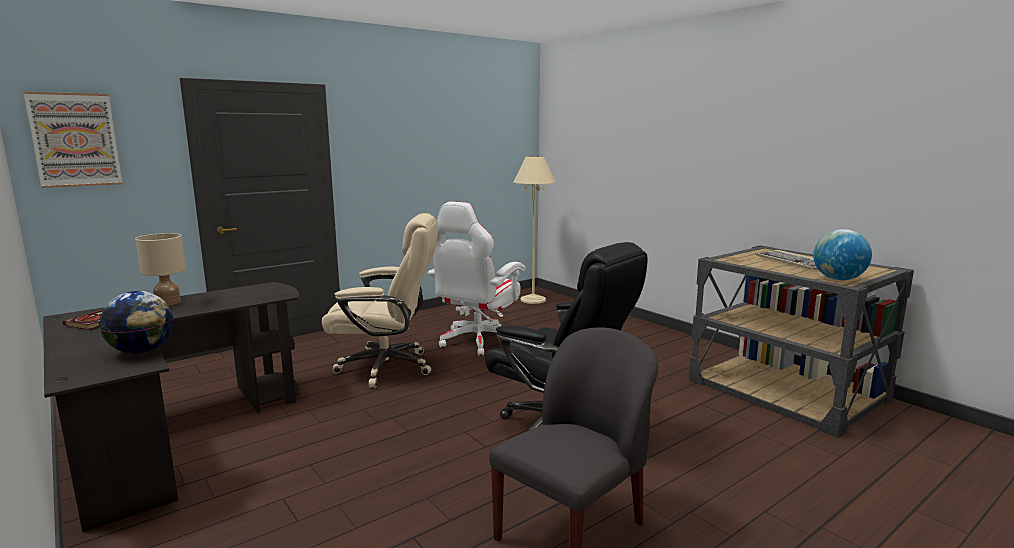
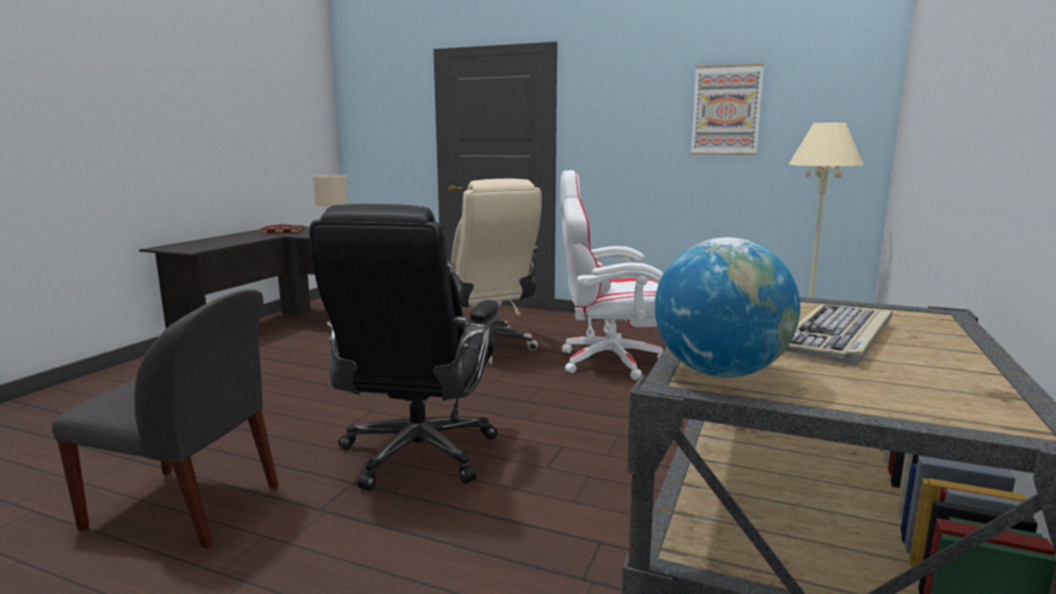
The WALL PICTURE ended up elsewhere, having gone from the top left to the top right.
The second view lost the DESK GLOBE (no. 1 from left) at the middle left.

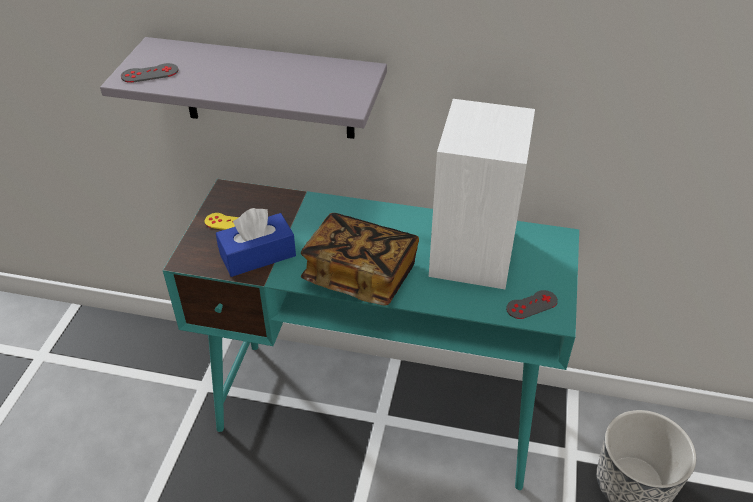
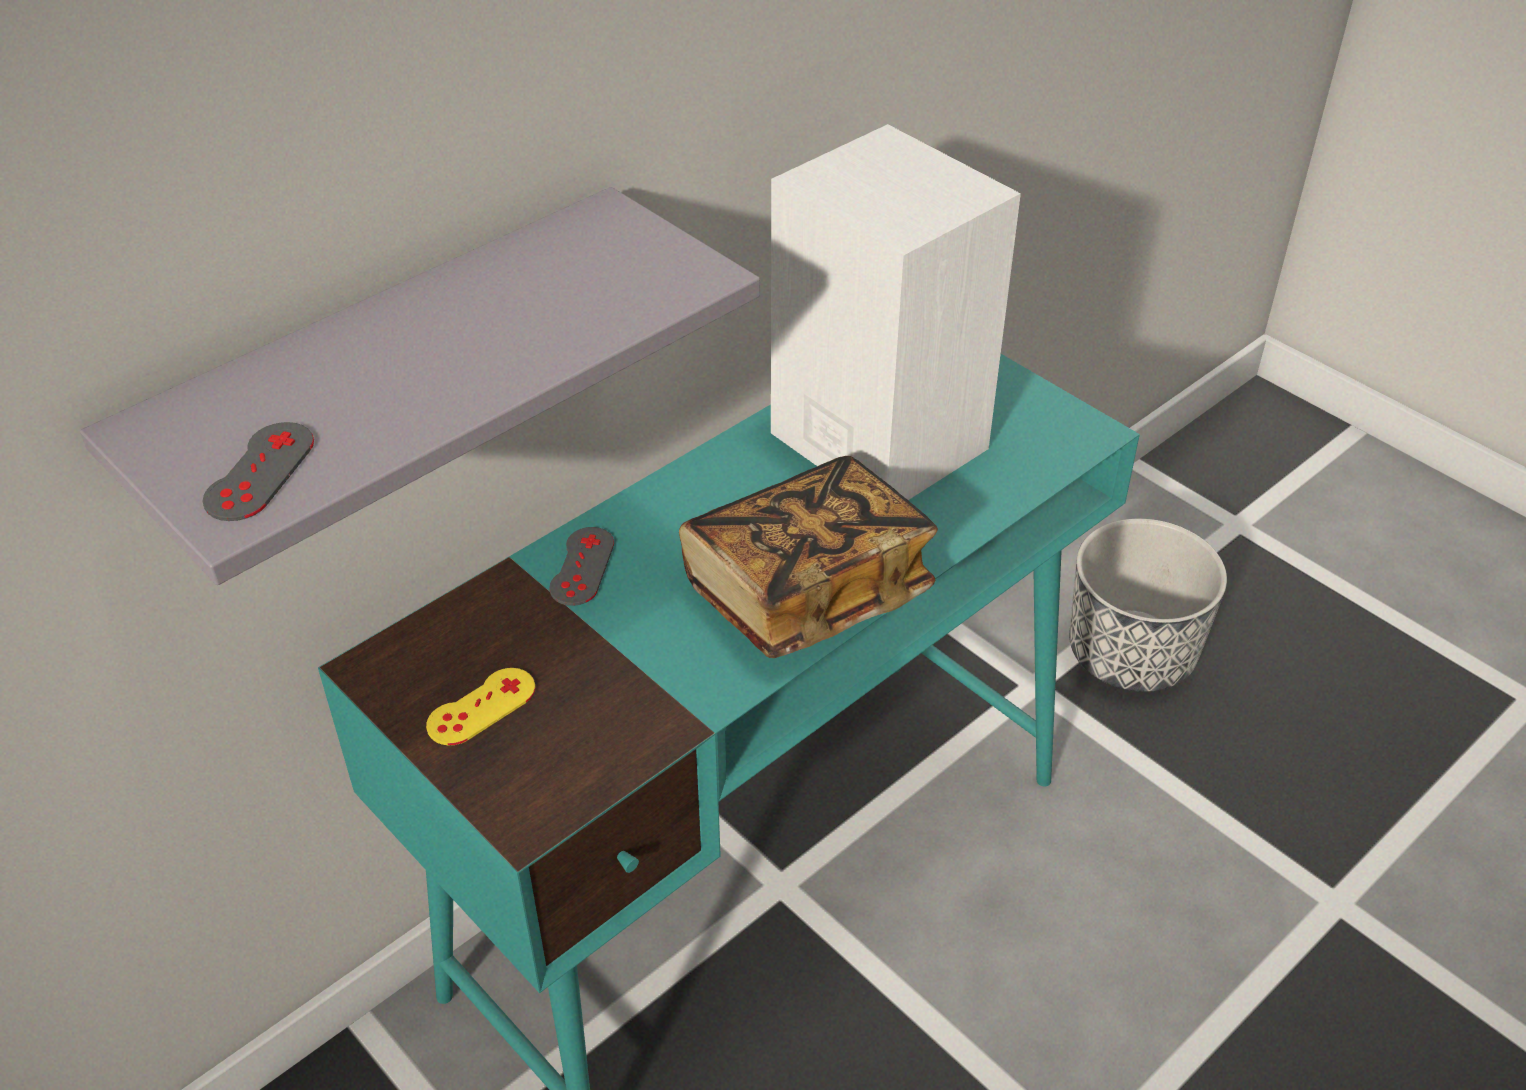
The second view lost the BLUE BOX OF TISSUES at the centre.
The GREYISH GAMEPAD (no. 2 from left) ended up elsewhere, having gone from the middle right to the centre.

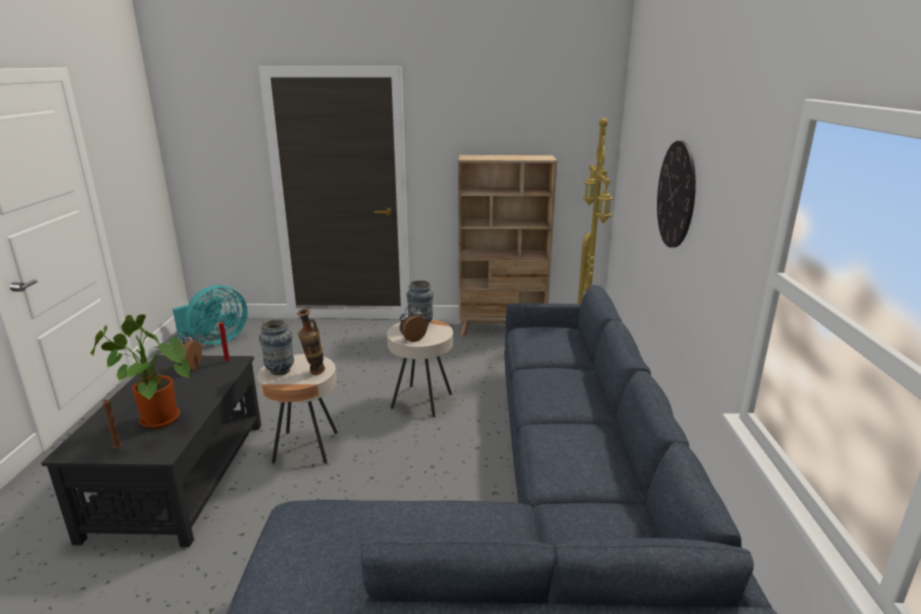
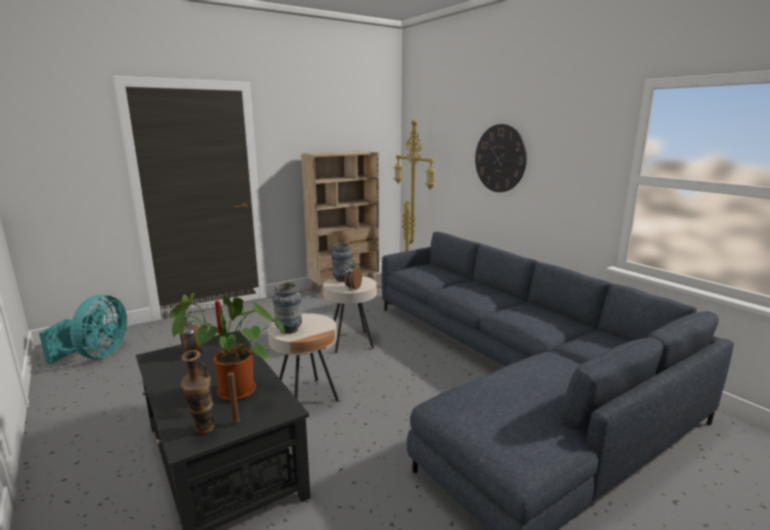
The FLOWER VASE (no. 2 from left in the first image) ended up elsewhere, having gone from the centre to the bottom left.

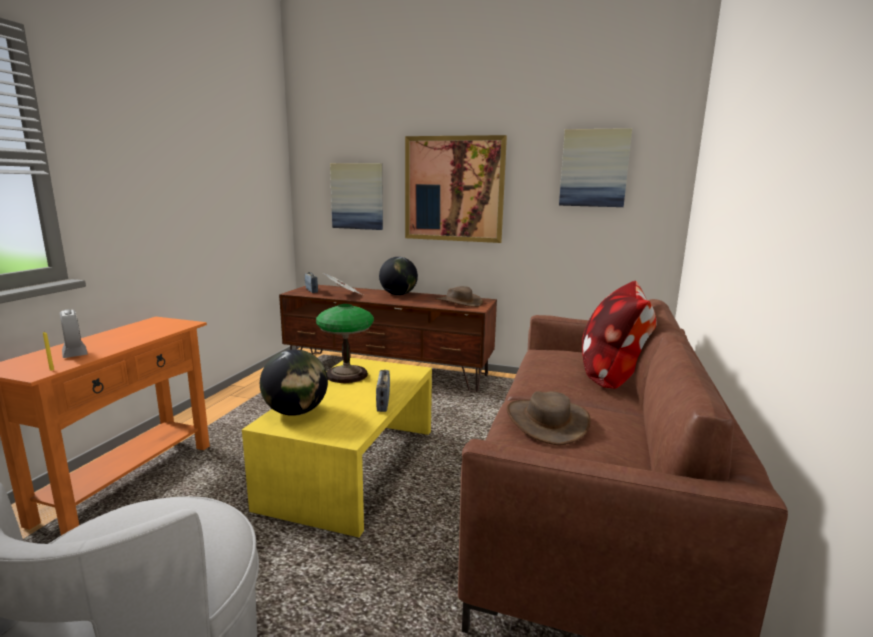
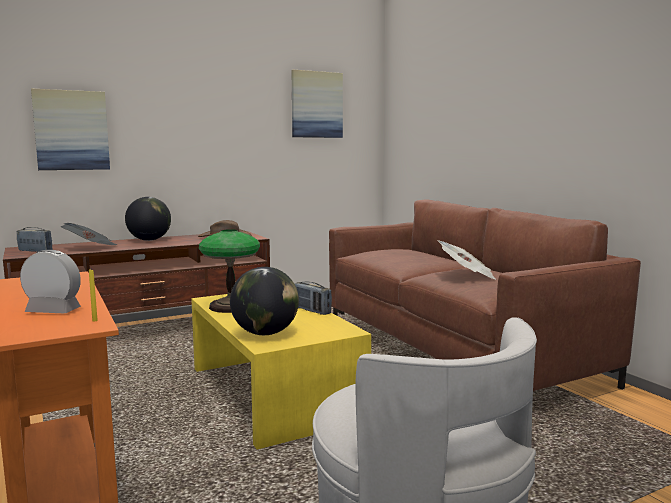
The second view lost the WALL PICTURE (no. 2 from left) at the top centre.
Where the BROWN-COLOURED HAT (no. 2 from left) stood at the centre, the NEWSPAPER (no. 2 from left) came to stand at the middle right.
The second view lost the THROW PILLOW at the middle right.

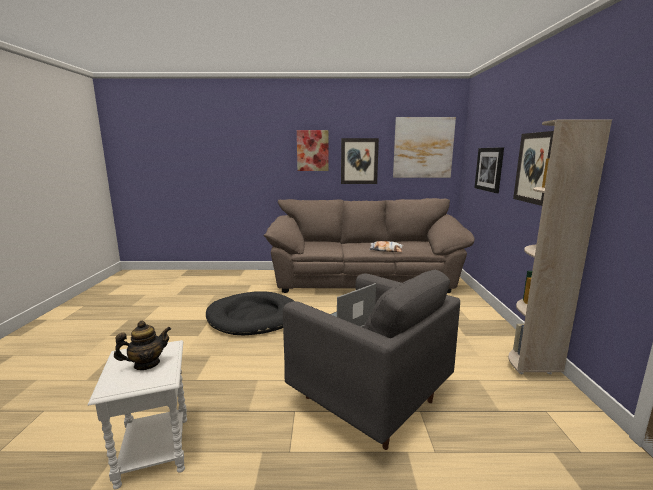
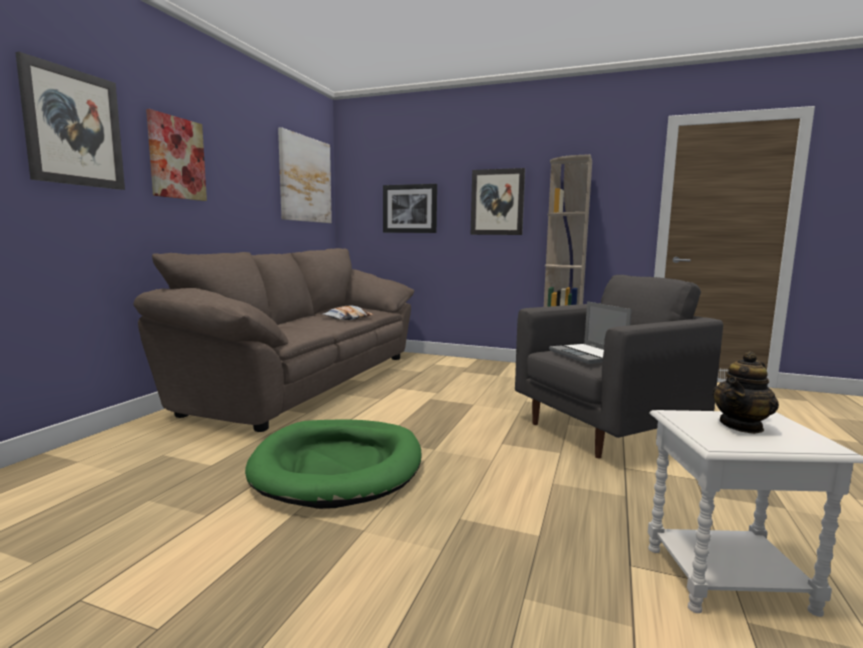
The POT FOR TEA at the bottom left ended up facing another way, 120 degrees counterclockwise from before.
What was the BLACKISH PET BED at the centre turned into the GREEN-COLOURED PET BED at the bottom centre.
The WALL PICTURE (no. 2 from left in the first image) ended up elsewhere, having gone from the top centre to the top left.

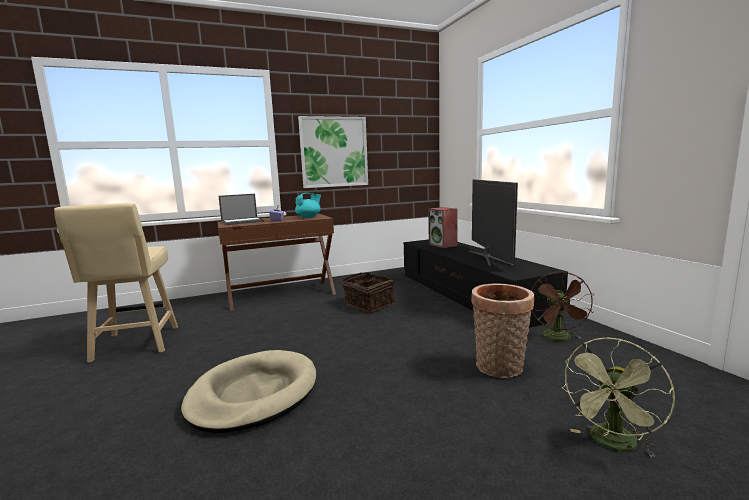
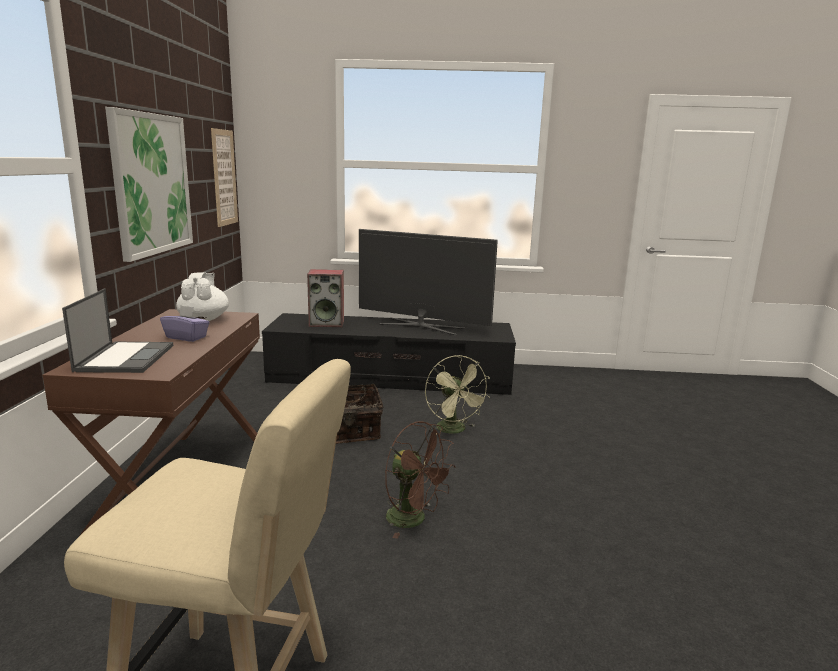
The second view lost the BEIGE PET BED at the bottom left.
What was the TURQUOISE POT FOR TEA at the centre turned into the WHITE POT FOR TEA at the middle left.
The second view lost the BASKET (no. 2 from left) at the middle right.
The BROWN-COLOURED FAN ended up elsewhere, having gone from the middle right to the bottom centre.
The GREEN-COLOURED FAN ended up elsewhere, having gone from the bottom right to the centre.
The second view gained the WALL PICTURE (no. 2 from left) at the top left.

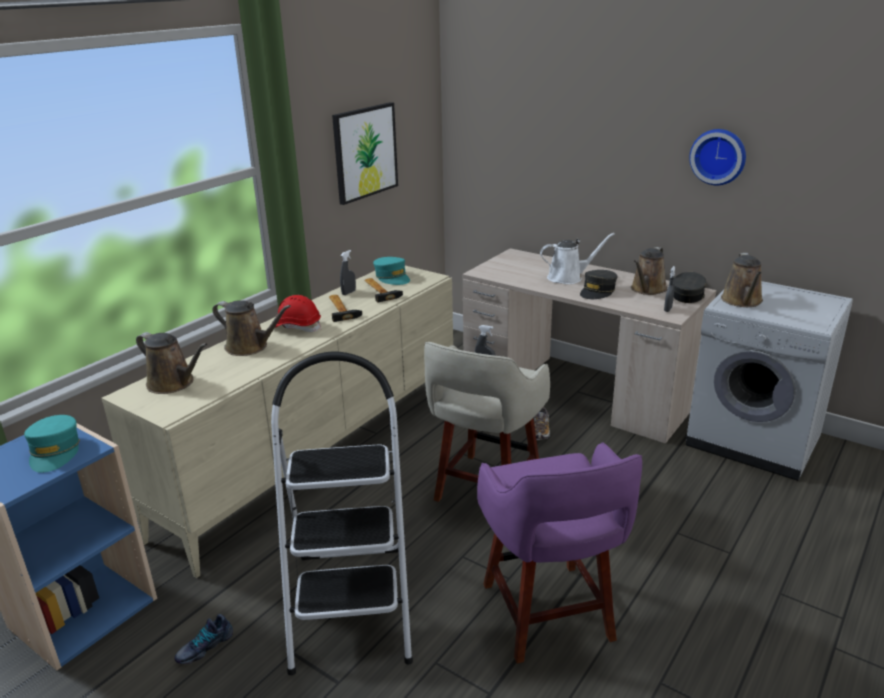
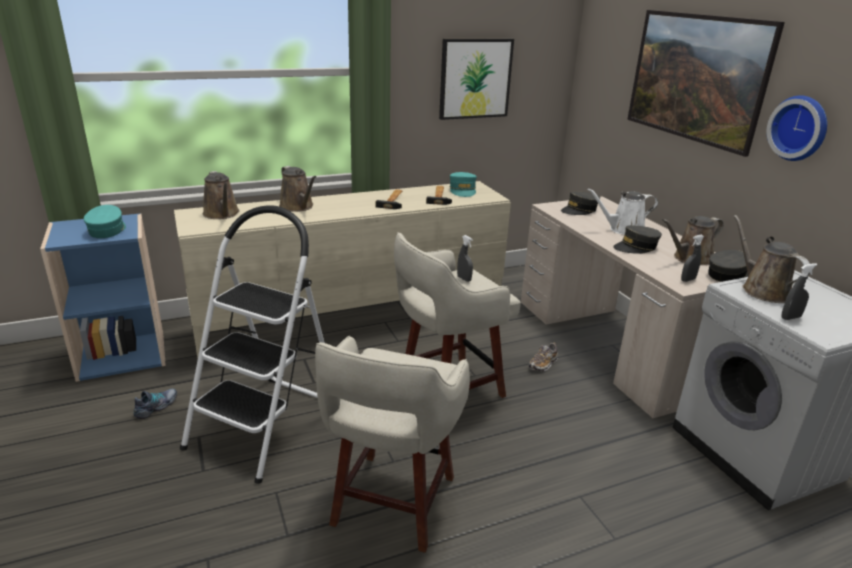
The TURQUOISE PEAKED CAP (no. 1 from left) at the middle left ended up facing another way, 150 degrees clockwise from before.
The ITEM OF FOOTWEAR (no. 1 from left) at the bottom left ended up facing another way, 135 degrees clockwise from before.
The second view lost the REDDISH HARD HAT at the centre.
The GREYISH SPRAYER (no. 1 from left in the first image) ended up elsewhere, having gone from the centre to the middle right.
What was the PURPLE-COLOURED STOOL at the bottom centre turned into the BEIGE STOOL (no. 1 from left) at the bottom centre.
The WHITE SPRINKLING CAN at the centre ended up facing another way, 150 degrees clockwise from before.
The BROWN-COLOURED SPRINKLING CAN (no. 4 from left) at the middle right ended up facing another way, 120 degrees clockwise from before.
The second view gained the GREYISH PEAKED CAP (no. 1 from left) at the middle right.
The second view gained the WALL PICTURE (no. 2 from left) at the top right.

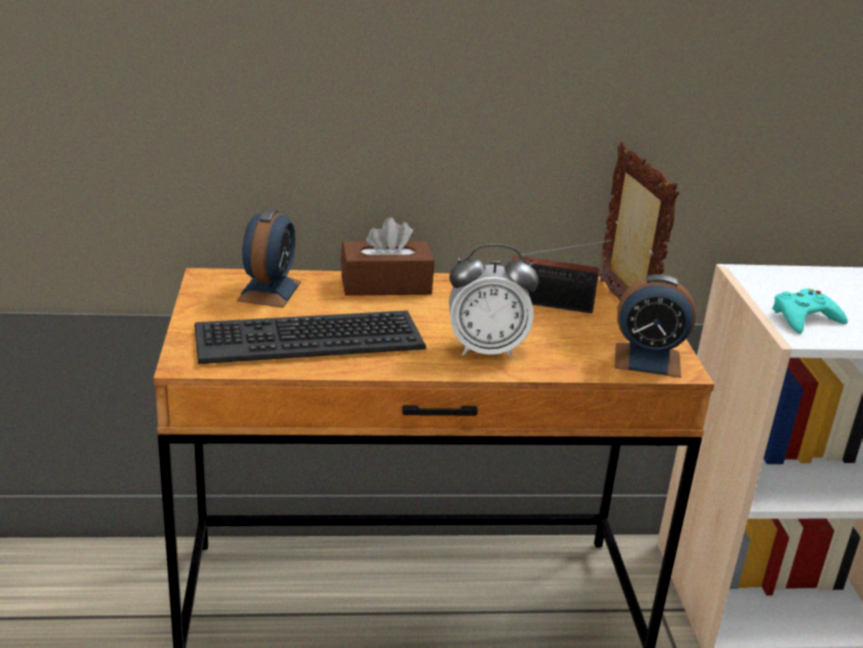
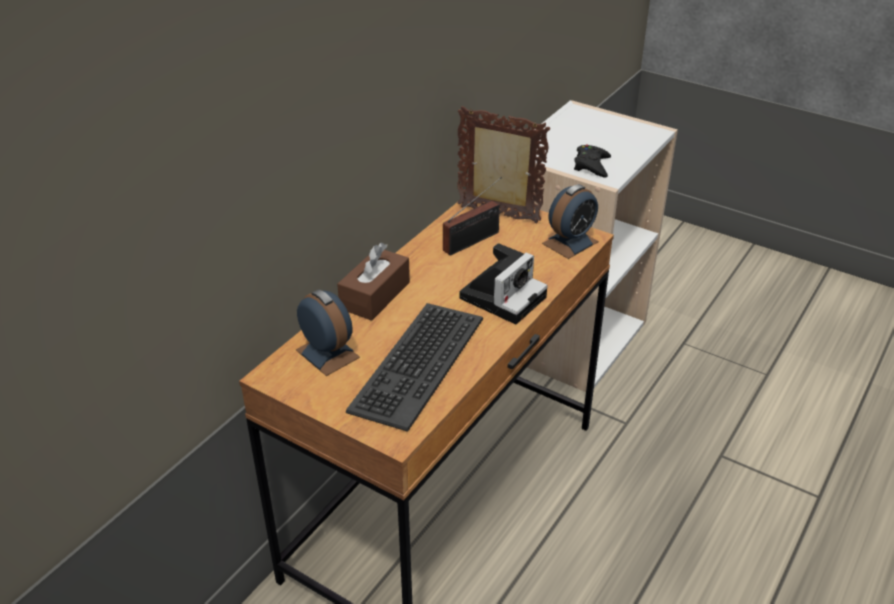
Where the ALARM CLOCK (no. 2 from left) stood at the centre, the PHOTO CAMERA came to stand at the centre.
What was the TURQUOISE GAMEPAD at the middle right turned into the BLACKISH GAMEPAD at the top centre.

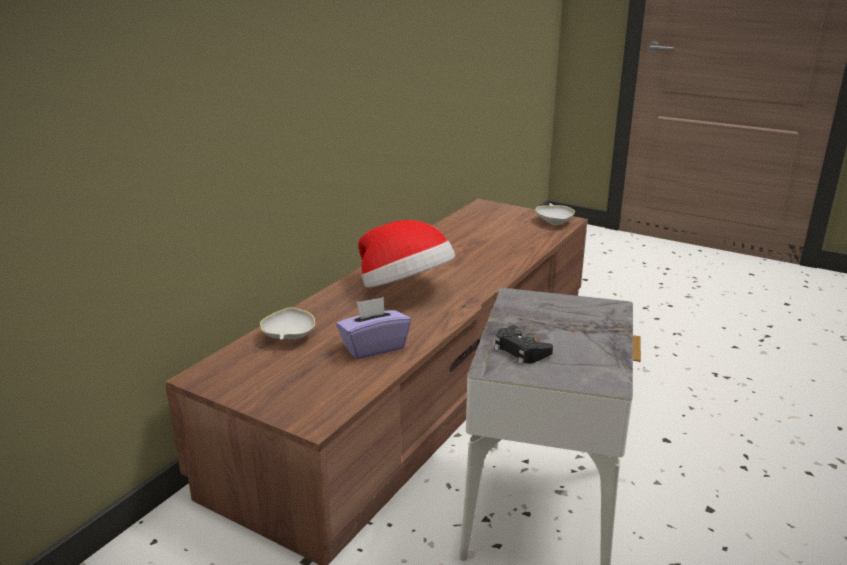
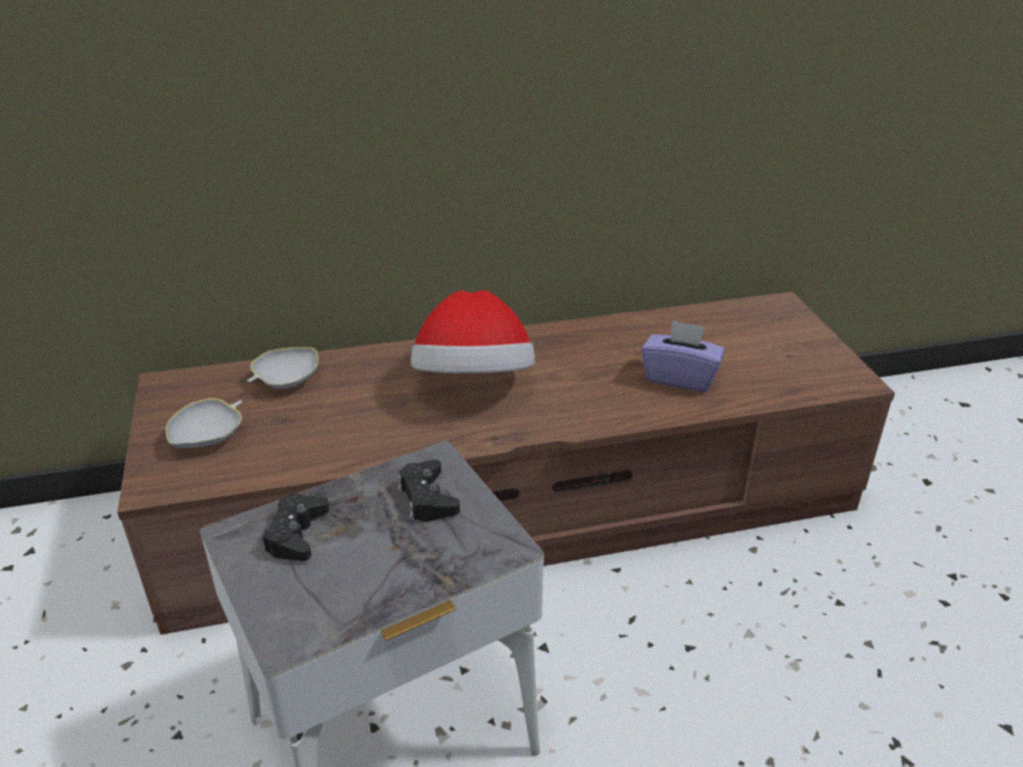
The PURPLE-COLOURED BOX OF TISSUES ended up elsewhere, having gone from the centre to the middle right.
The WHITE DEEP DISH (no. 2 from left in the first image) ended up elsewhere, having gone from the centre to the middle left.
The second view gained the BLACKISH GAMEPAD (no. 2 from left) at the centre.

